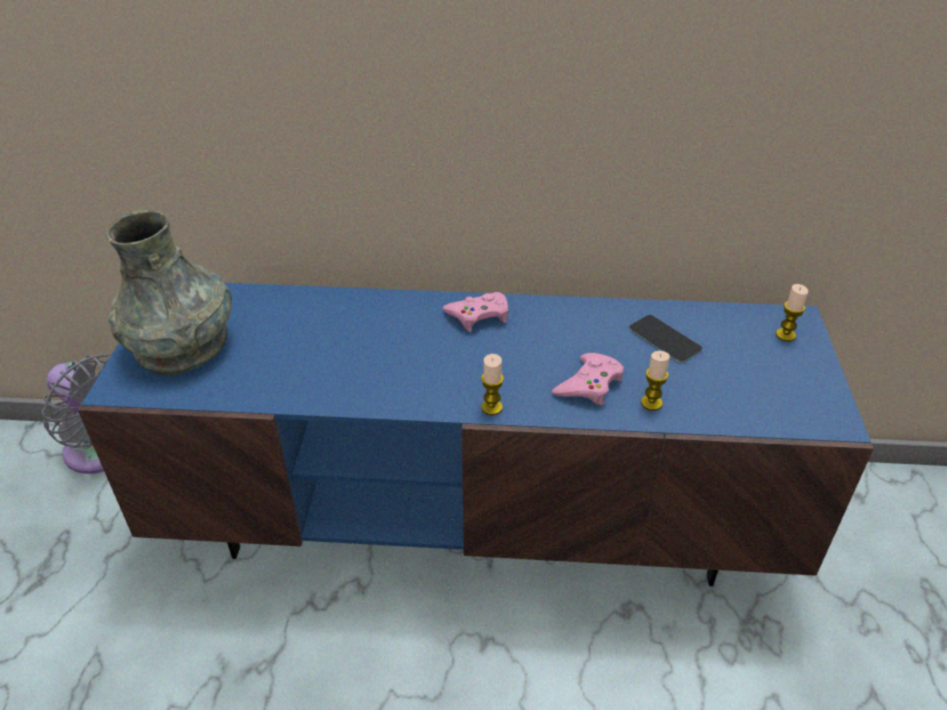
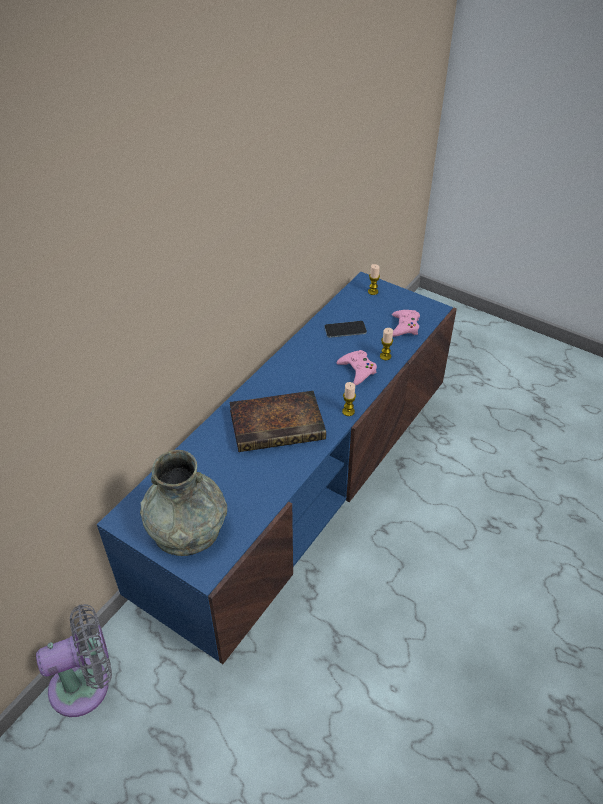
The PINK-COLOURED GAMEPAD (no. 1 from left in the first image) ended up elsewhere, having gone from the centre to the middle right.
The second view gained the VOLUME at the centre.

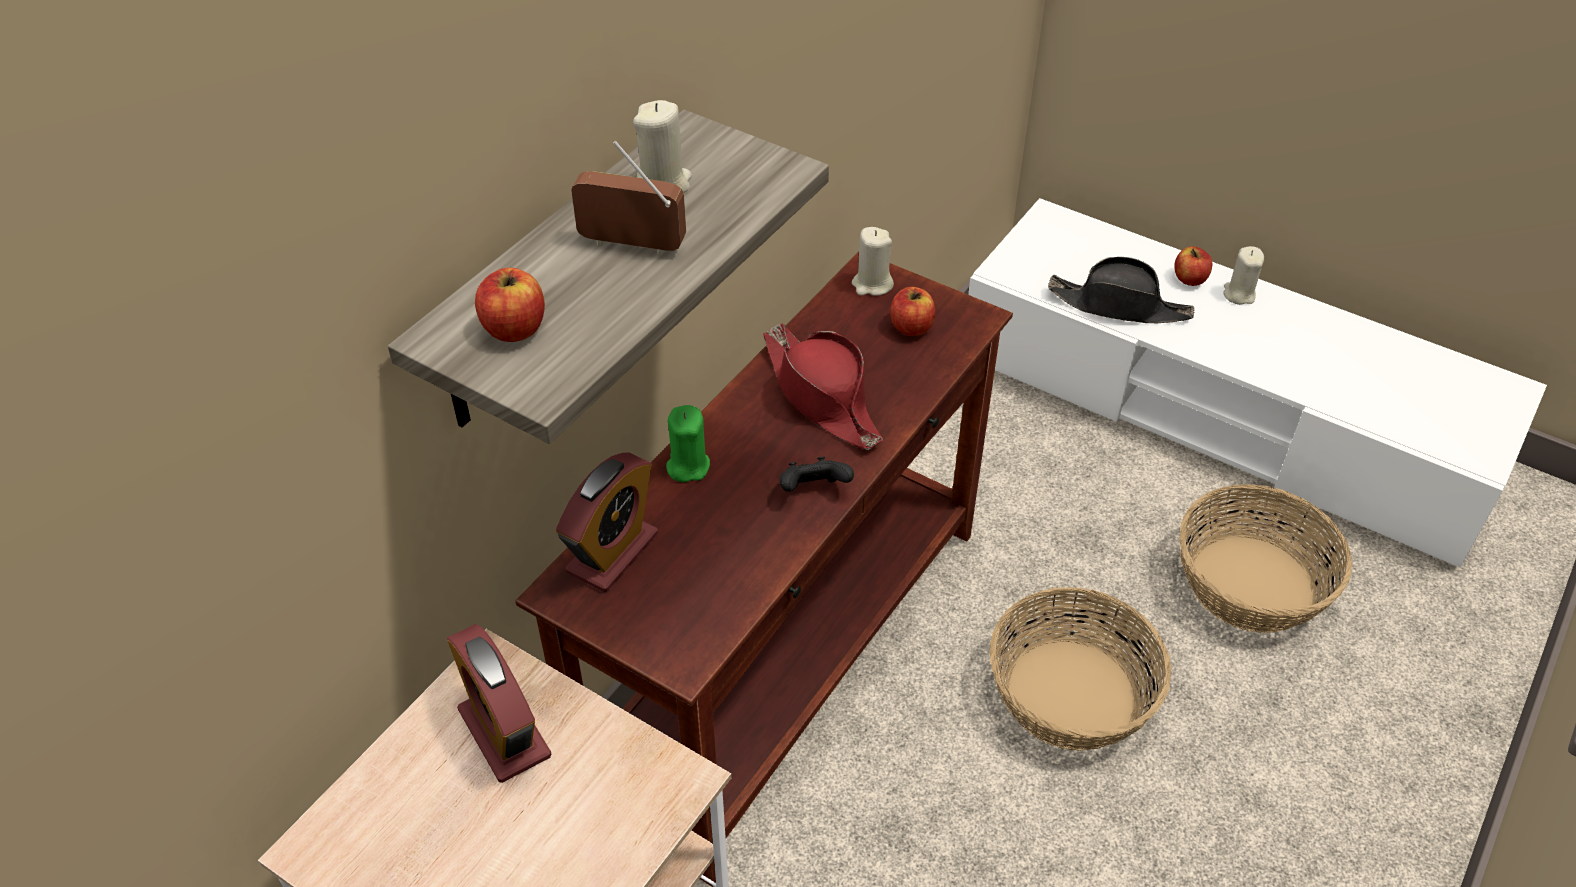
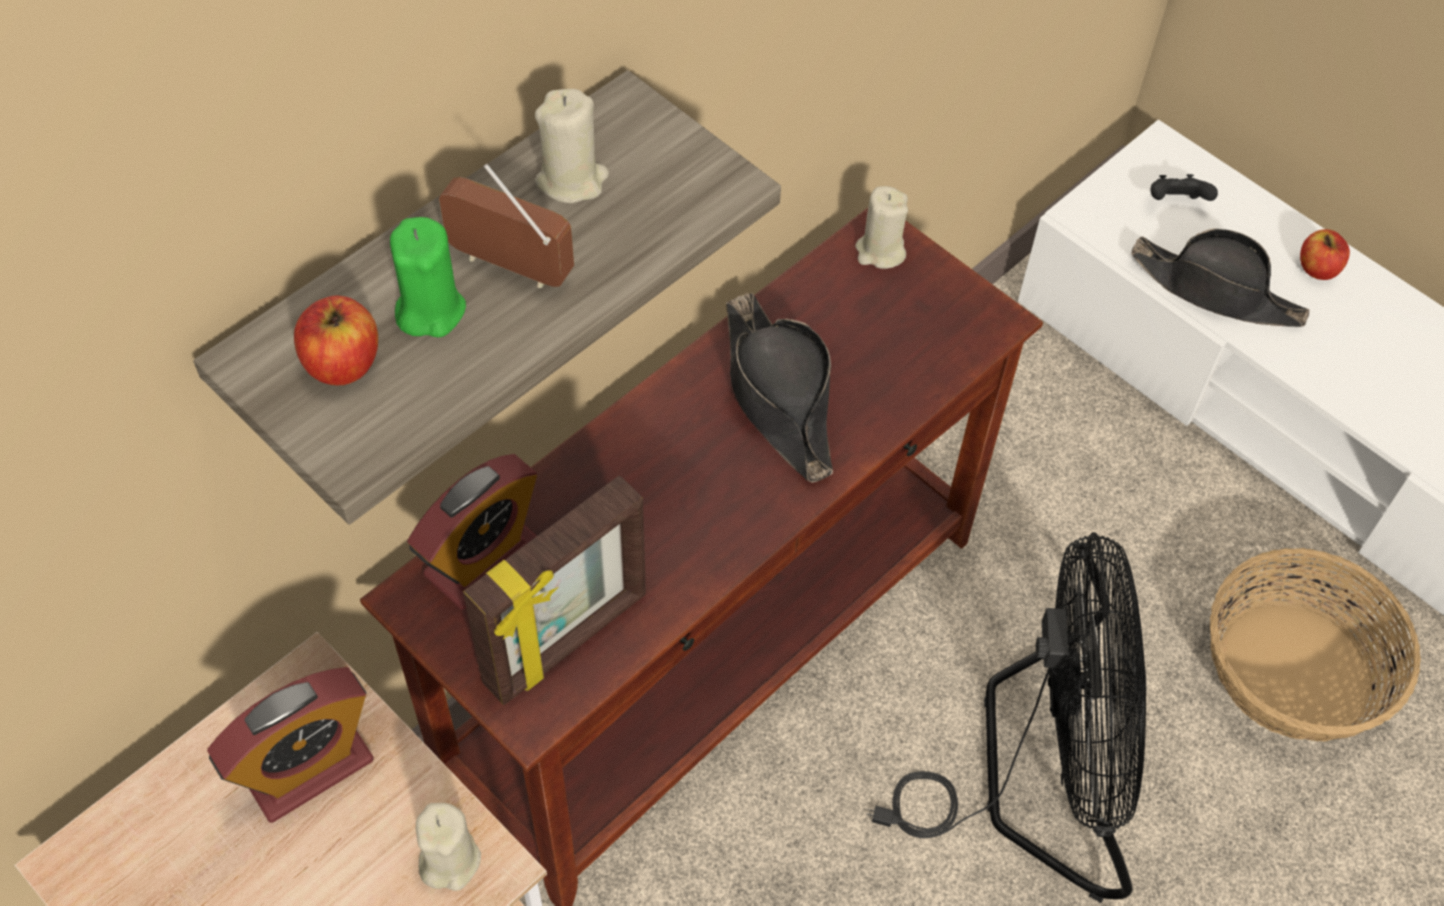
The ALARM CLOCK (no. 1 from left) at the bottom left ended up facing another way, 105 degrees counterclockwise from before.
The GREEN-COLOURED WAX CANDLE ended up elsewhere, having gone from the centre to the top left.
What was the REDDISH HAT at the centre turned into the BLACKISH HAT (no. 1 from left) at the centre.
The BLACKISH GAMEPAD ended up elsewhere, having gone from the centre to the top right.
The second view lost the APPLE (no. 2 from left) at the centre.
Where the BASKET (no. 1 from left) stood at the bottom right, the BLACKISH FAN came to stand at the bottom right.
The BEIGE WAX CANDLE (no. 3 from left in the first image) ended up elsewhere, having gone from the top right to the bottom left.
The second view gained the PICTURE FRAME at the centre.

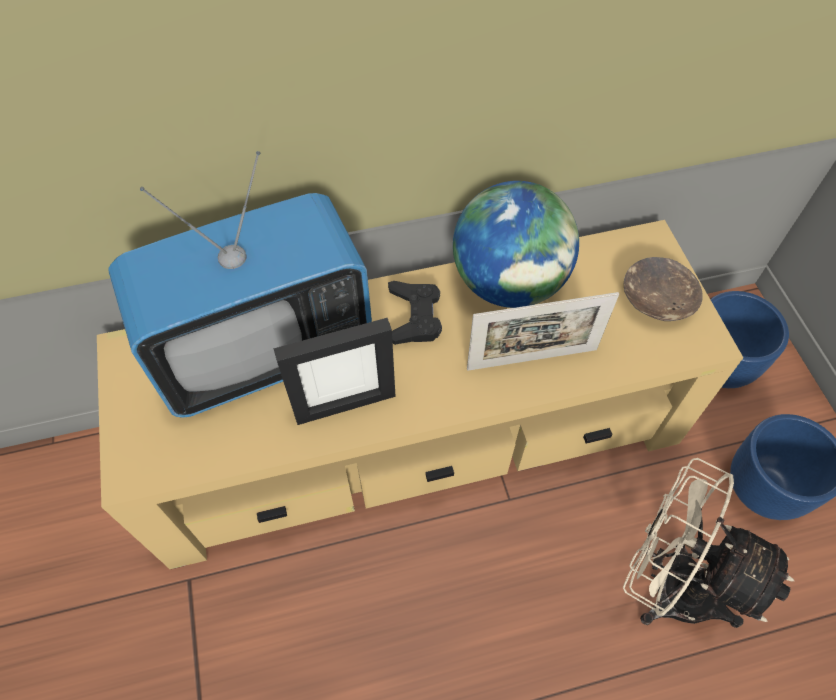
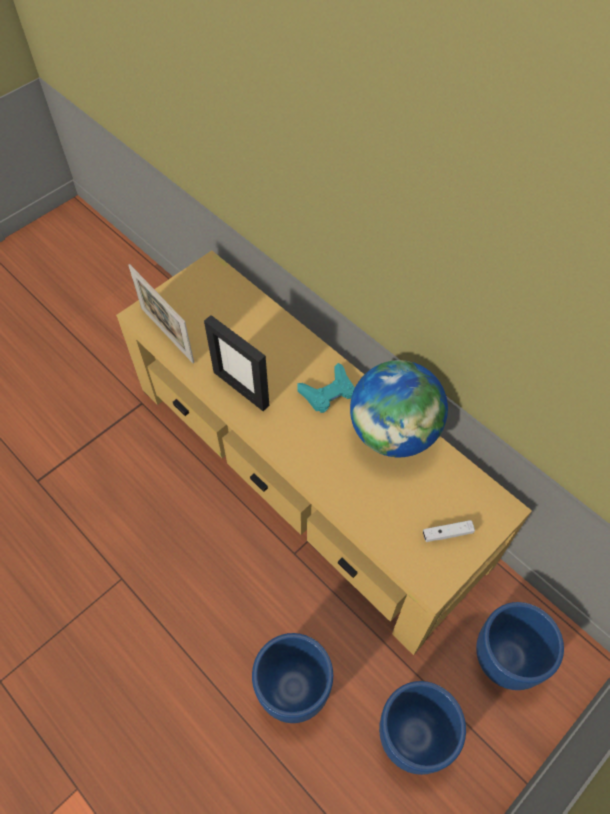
The second view lost the TV at the middle left.
What was the BLACKISH GAMEPAD at the centre turned into the TURQUOISE GAMEPAD at the centre.
The PICTURE FRAME (no. 2 from left in the first image) ended up elsewhere, having gone from the centre to the middle left.
Where the BEIGE FAN stood at the bottom right, the BLUE PLANT POT (no. 1 from left) came to stand at the bottom centre.
Where the BROWN-COLOURED DEEP DISH stood at the middle right, the WHITE GAMEPAD came to stand at the middle right.

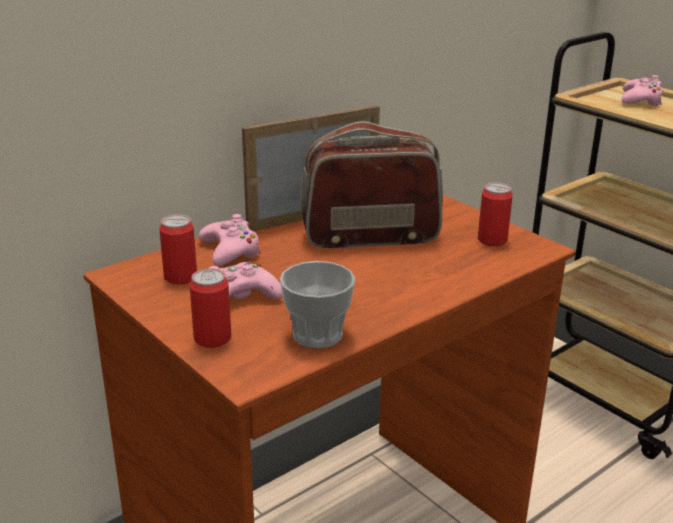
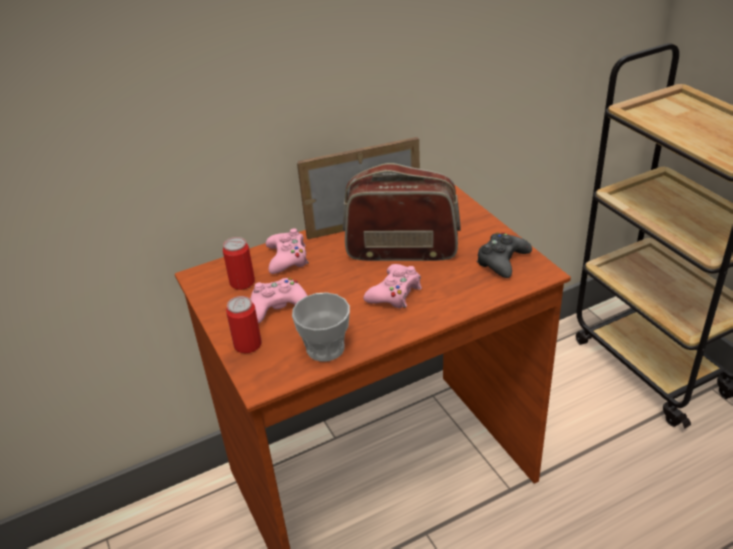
Where the CAN (no. 3 from left) stood at the middle right, the BLACKISH GAMEPAD came to stand at the middle right.
The PINK-COLOURED GAMEPAD (no. 3 from left) ended up elsewhere, having gone from the top right to the centre.

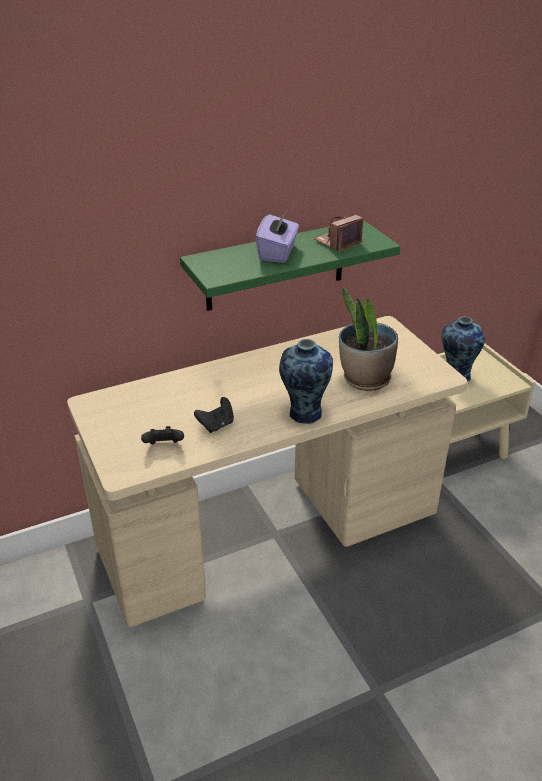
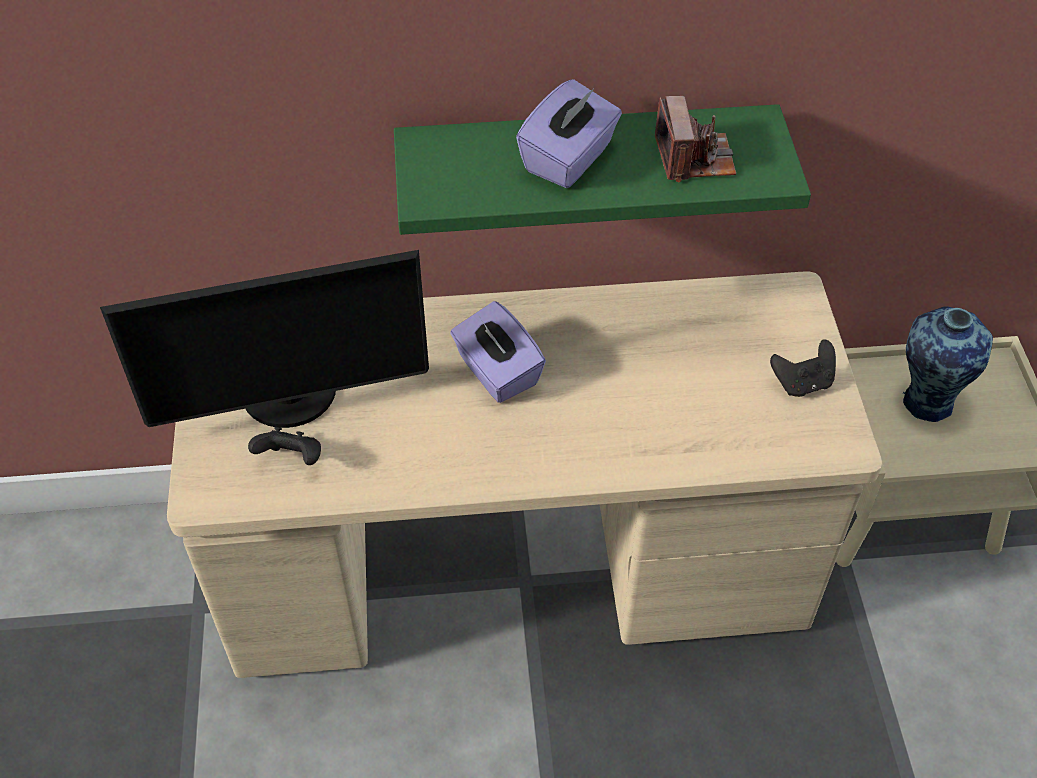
The BLACKISH GAMEPAD (no. 2 from left) ended up elsewhere, having gone from the centre to the middle right.
The second view lost the FLOWER VASE (no. 1 from left) at the centre.
The PHOTO CAMERA at the top centre ended up facing another way, 105 degrees clockwise from before.
The second view lost the PLANT IN A POT at the middle right.
The second view gained the MONITOR at the middle left.
The second view gained the PURPLE-COLOURED BOX OF TISSUES (no. 1 from left) at the centre.

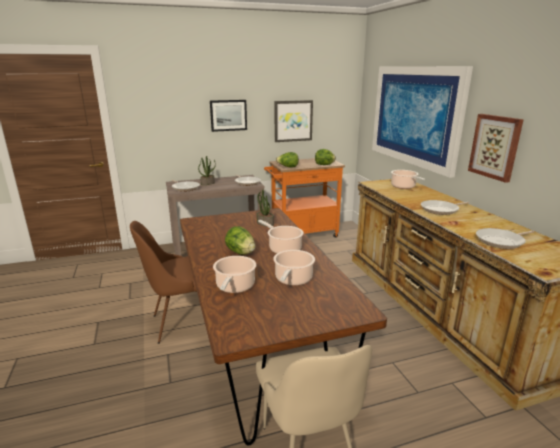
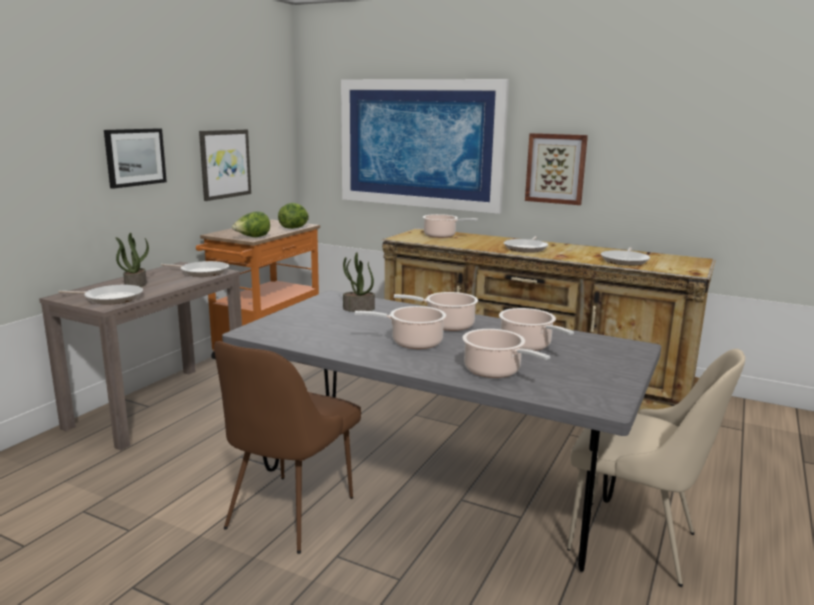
What was the BROWN-COLOURED KITCHEN TABLE at the bottom centre turned into the GREYISH KITCHEN TABLE at the bottom centre.
Where the LETTUCE (no. 1 from left) stood at the centre, the COOKING POT (no. 1 from left) came to stand at the centre.

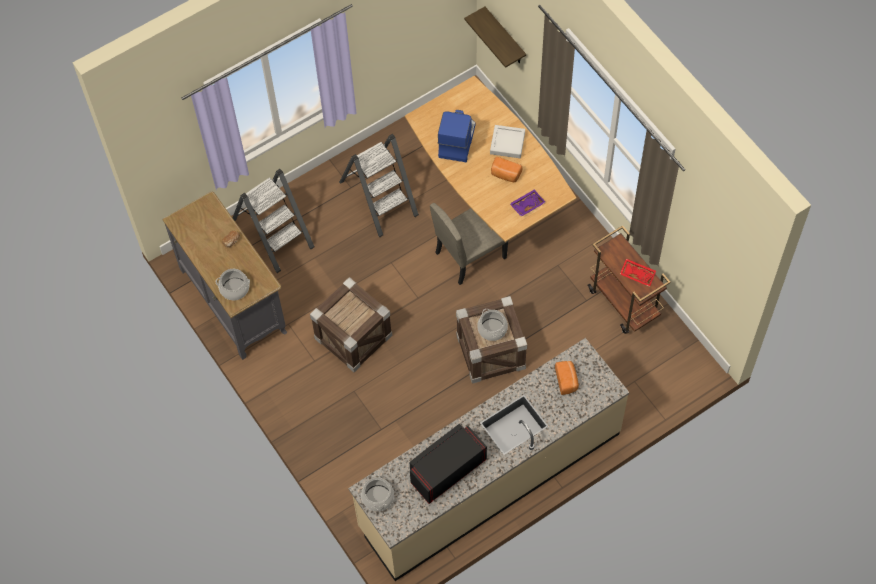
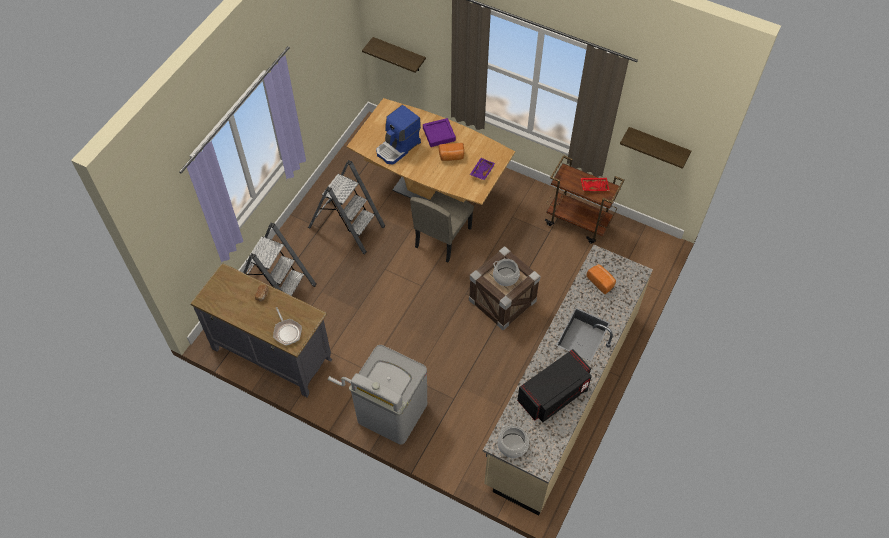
Where the COOKING POT (no. 1 from left) stood at the middle left, the PAN came to stand at the middle left.
The second view lost the CRATE (no. 1 from left) at the centre.
The BLACKISH MICROWAVE OVEN at the bottom centre ended up facing another way, 150 degrees counterclockwise from before.
The COFFEE MAKER at the top centre ended up facing another way, 120 degrees counterclockwise from before.
What was the GREYISH CARRYING TRAY at the top centre turned into the PURPLE-COLOURED CARRYING TRAY (no. 1 from left) at the top centre.
The second view gained the GREYISH LAUNDRY MACHINE at the bottom centre.
The second view gained the WALL SHELF (no. 2 from left) at the top right.

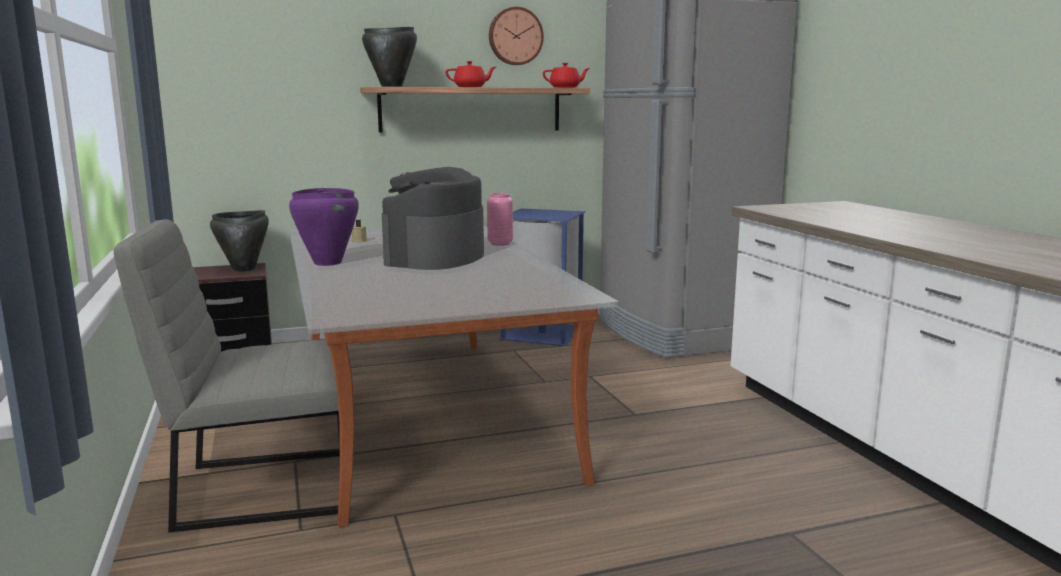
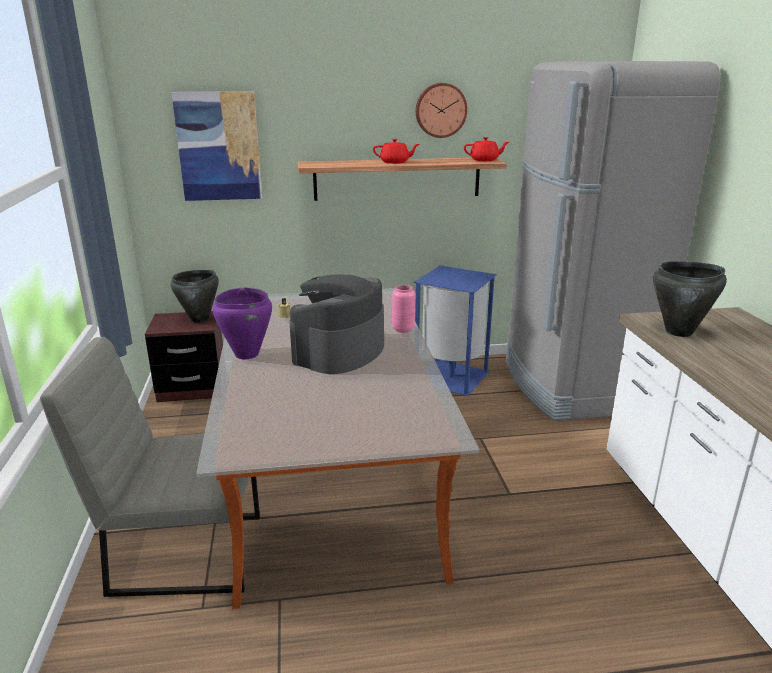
The BLACKISH COOKING POT (no. 2 from left) ended up elsewhere, having gone from the top centre to the middle right.
The second view gained the WALL PICTURE at the top left.

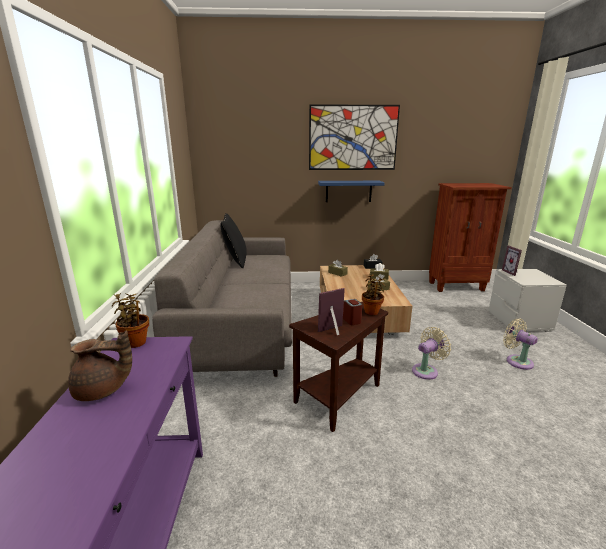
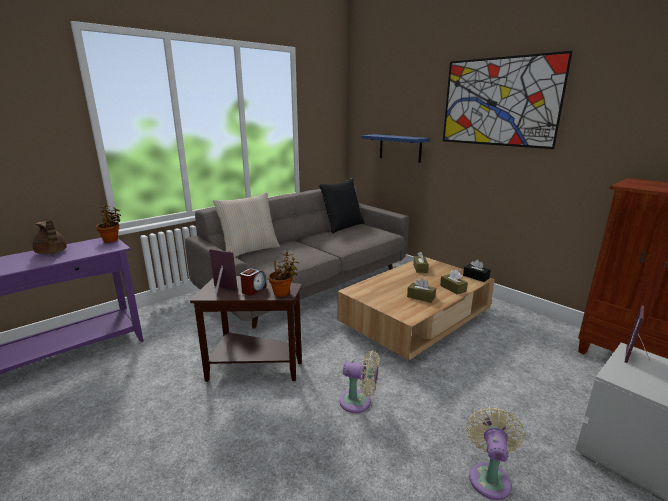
The BLUE WALL SHELF ended up elsewhere, having gone from the centre to the top centre.
The second view gained the BEIGE THROW PILLOW at the centre.

